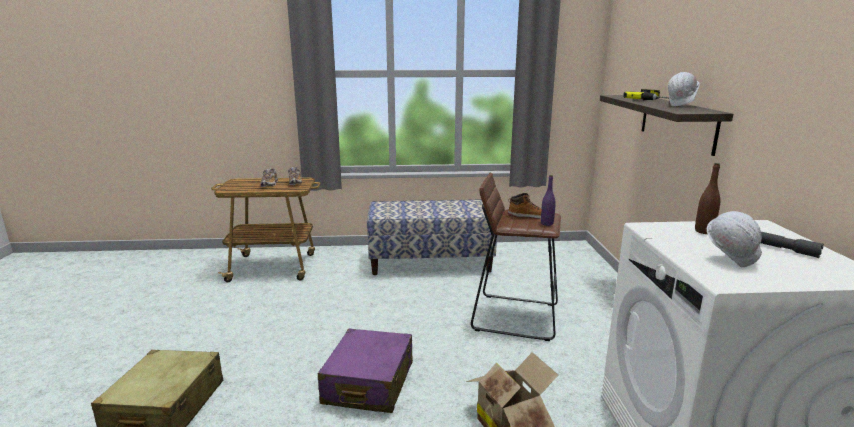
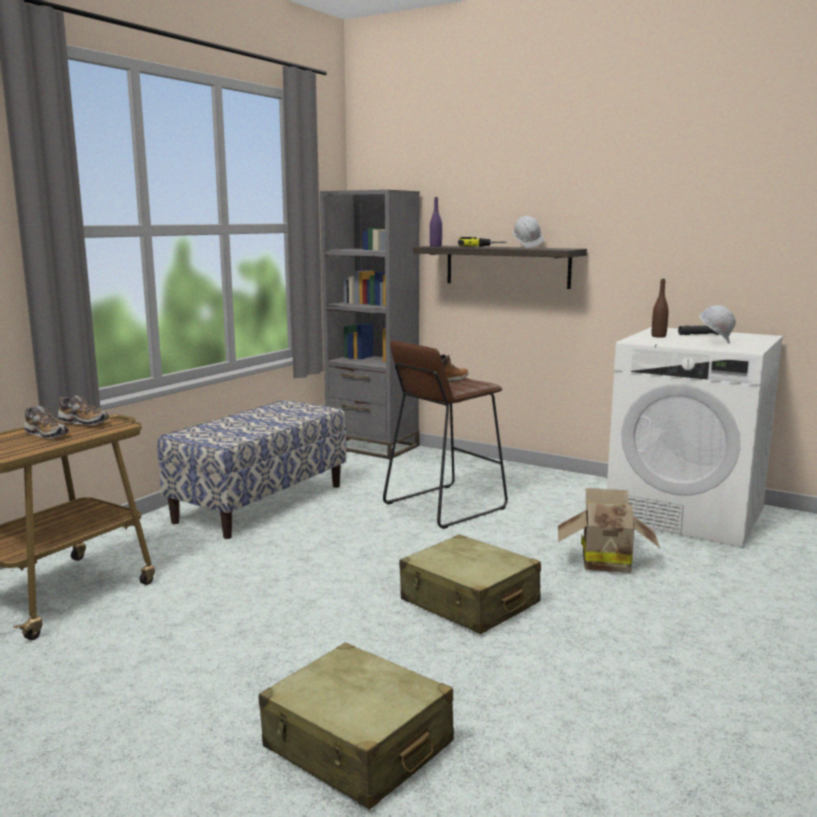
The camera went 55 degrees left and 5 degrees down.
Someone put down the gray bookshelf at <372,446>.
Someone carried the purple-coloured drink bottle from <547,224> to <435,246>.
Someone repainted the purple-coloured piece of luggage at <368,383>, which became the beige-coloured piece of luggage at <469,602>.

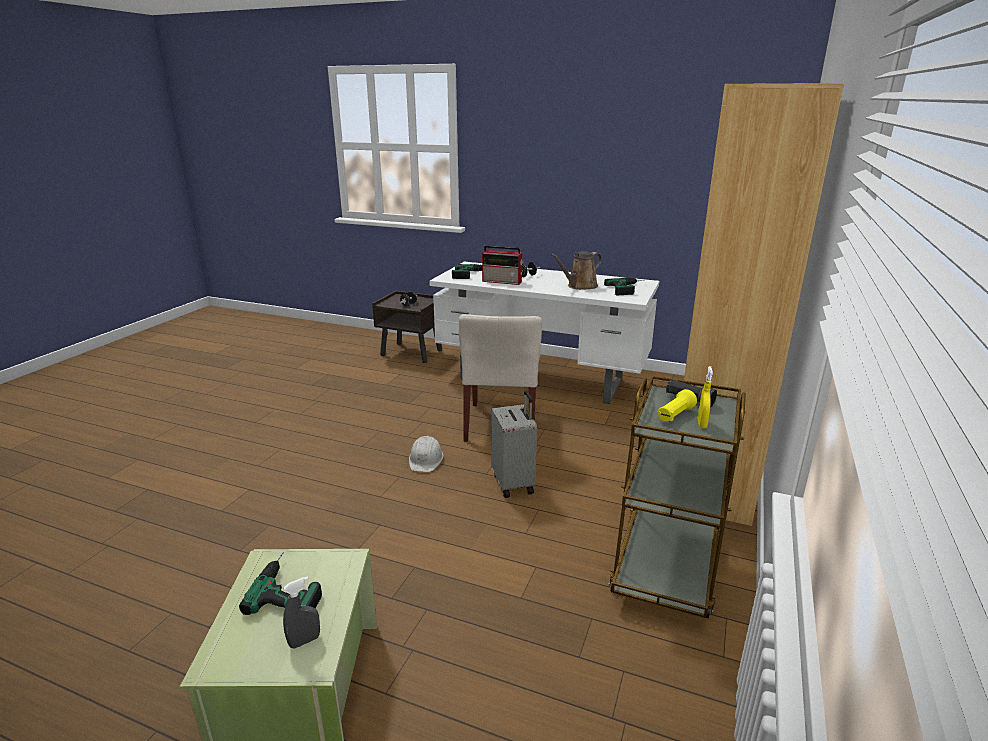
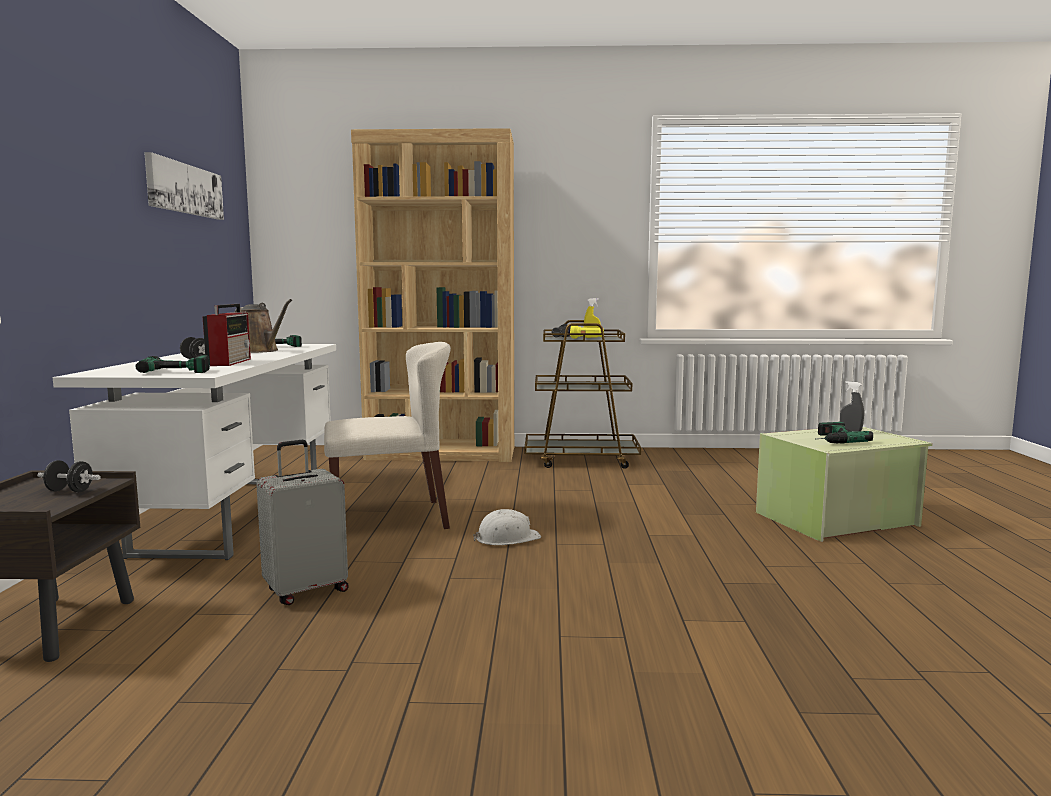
The camera went 110 degrees left and 15 degrees down.
Someone put up the wall art at <184,189>.
Someone carried the gray piece of luggage from <514,483> to <306,590>.

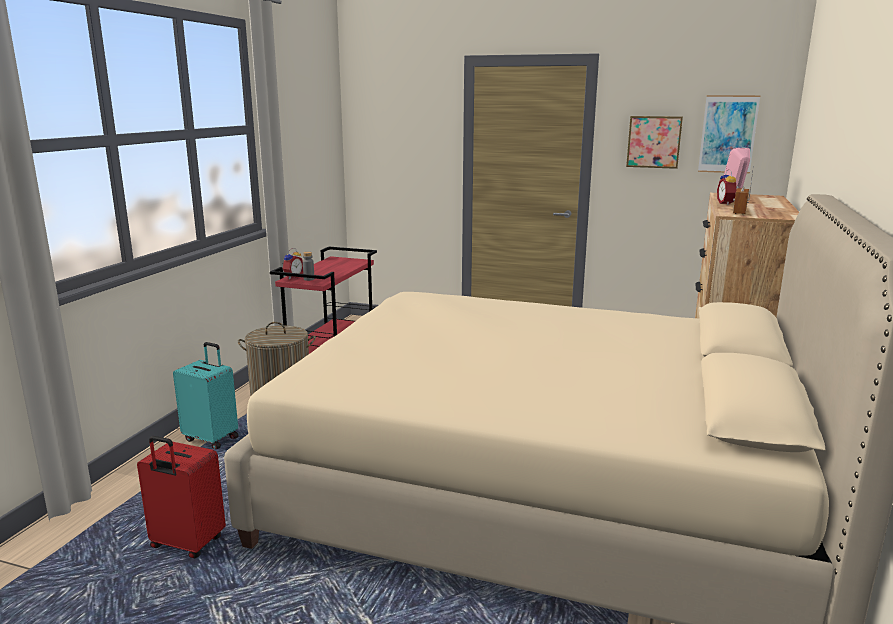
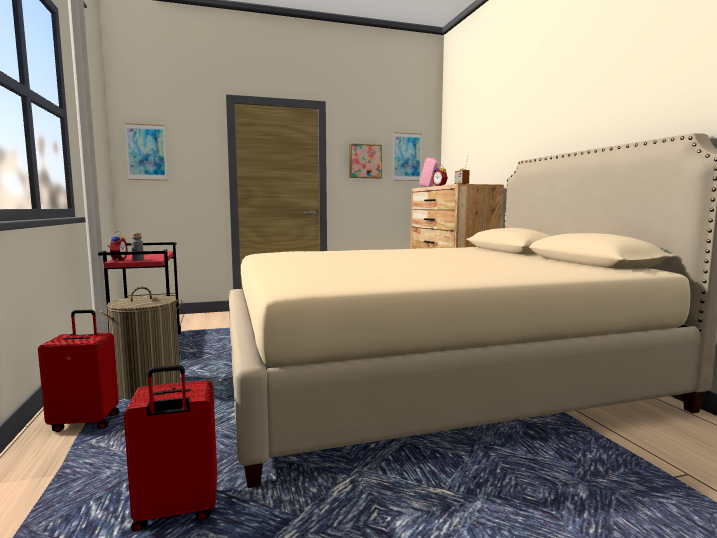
The camera went 35 degrees left and 10 degrees down.
Someone put up the wall art at <146,152>.
Someone repainted the blue-green piece of luggage at <212,438>, which became the red-coloured piece of luggage at <86,422>.

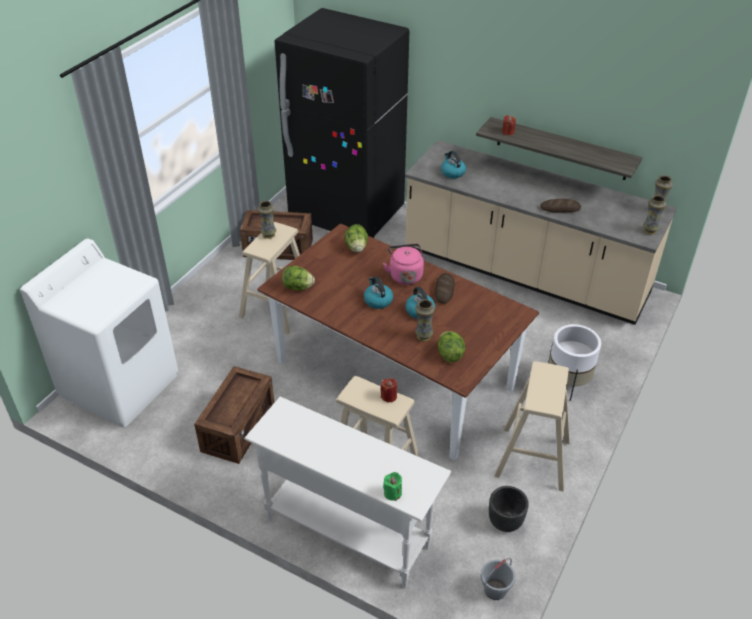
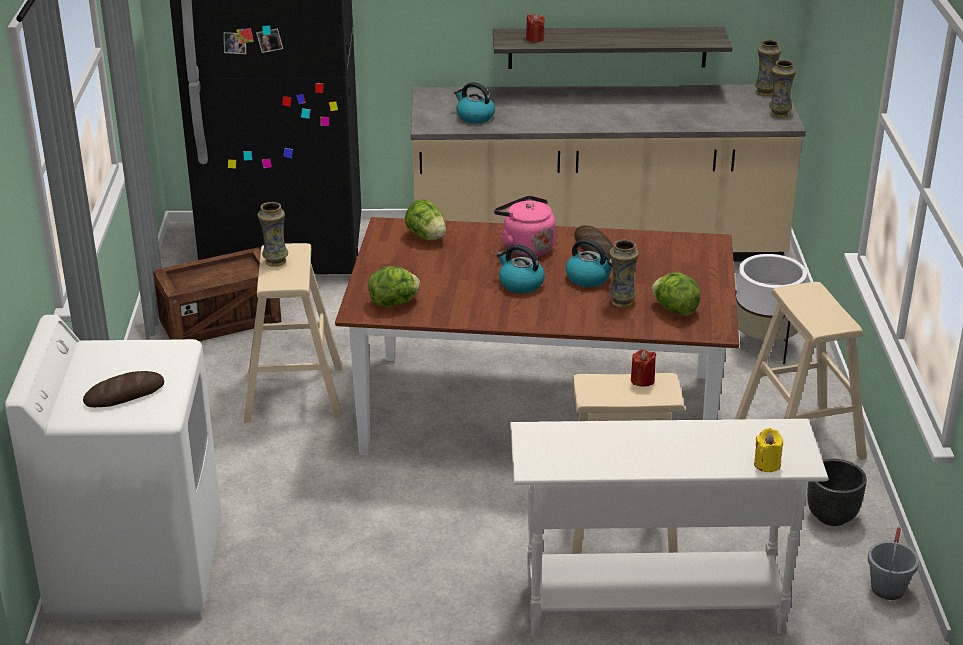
The camera went 30 degrees left and 10 degrees down.
Someone took away the shipping crate at <238,428>.
Someone carried the bread from <560,208> to <124,394>.
Someone repainted the green-coloured wax light at <392,493>, which became the yellow wax light at <767,464>.

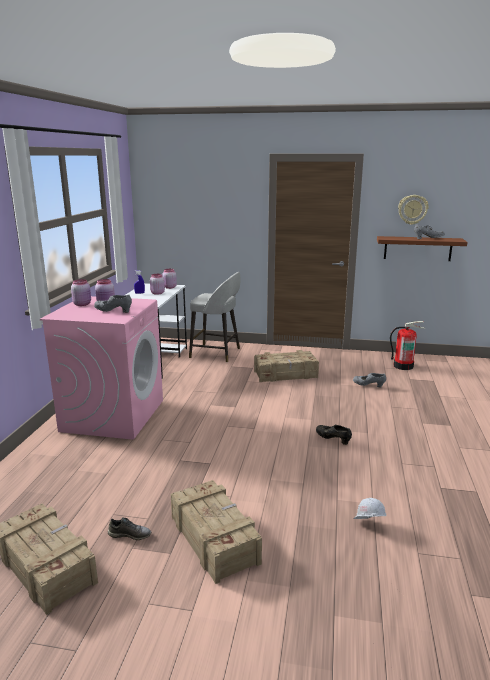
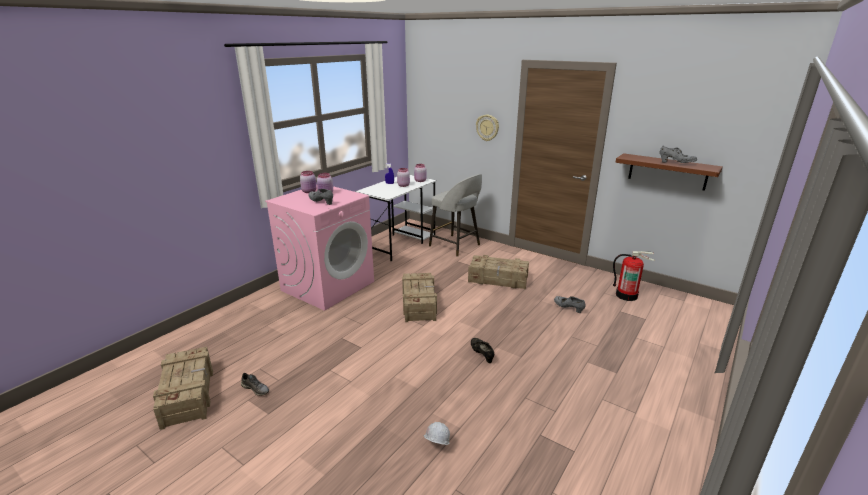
The camera went 25 degrees right and 5 degrees up.
Someone carried the shipping crate from <214,539> to <419,303>.
Someone carried the clock on the wall from <412,209> to <487,127>.

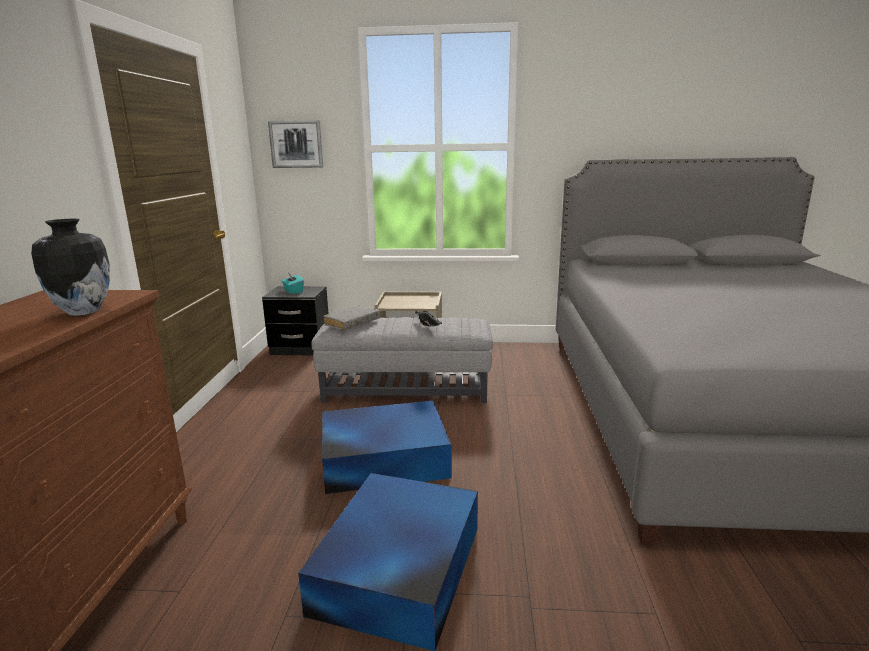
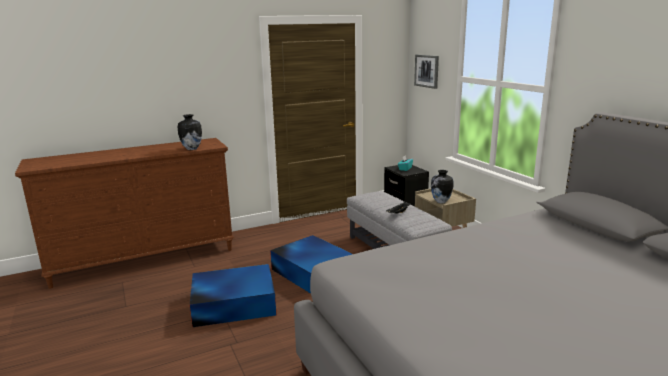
The camera went 60 degrees right and 0 degrees up.
Someone took away the gray book at <352,323>.
Someone put down the decorative vase at <441,202>.

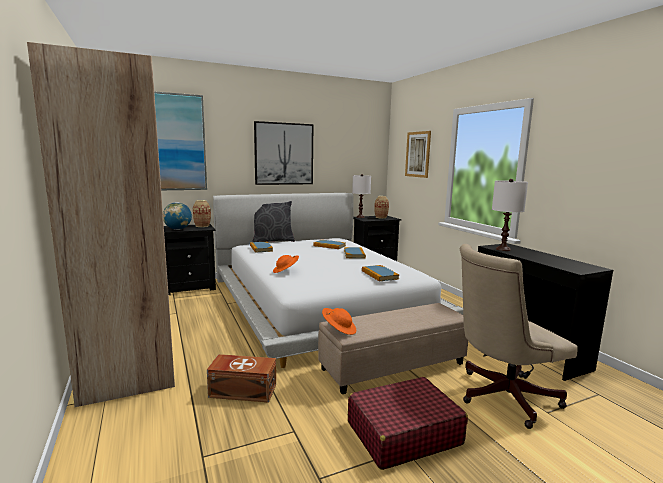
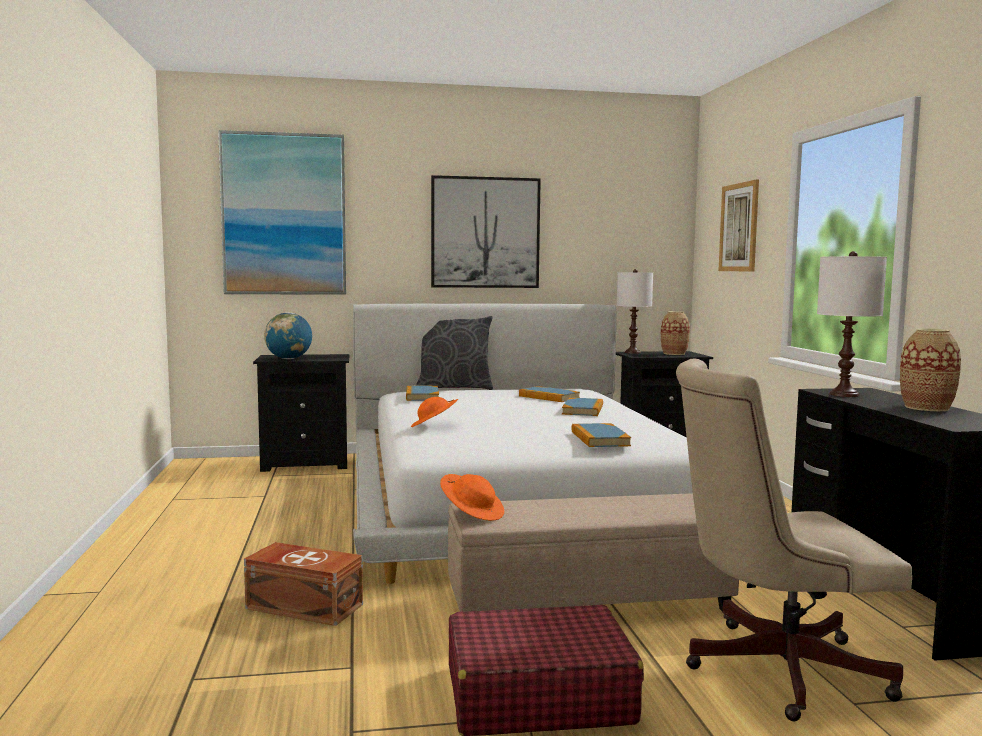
The camera went 15 degrees right and 5 degrees down.
Someone took away the beige-coloured clothes cupboard at <132,337>.
Someone carried the decorative vase from <202,226> to <927,407>.

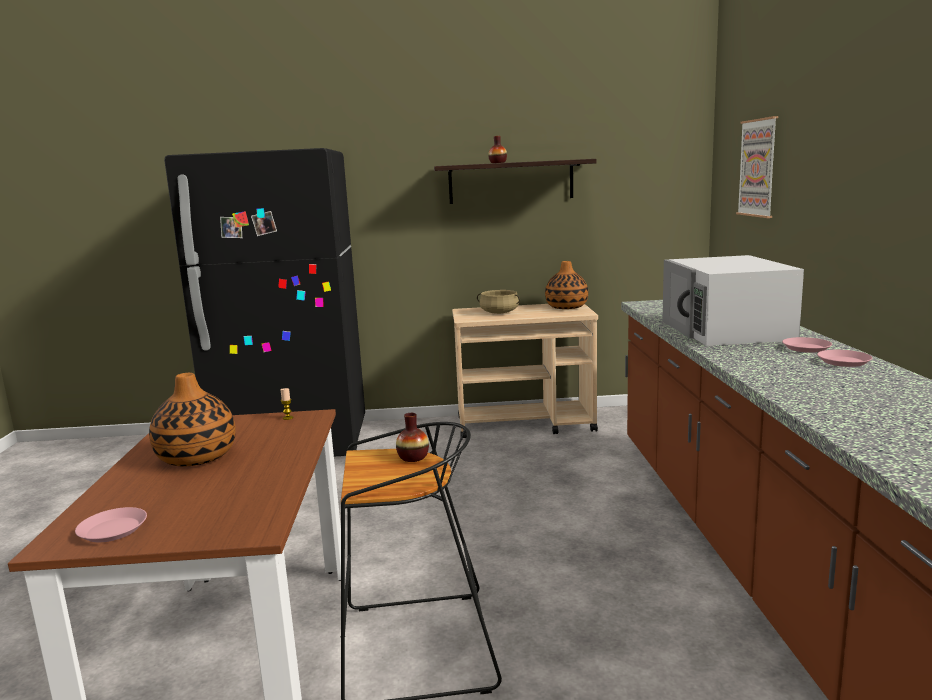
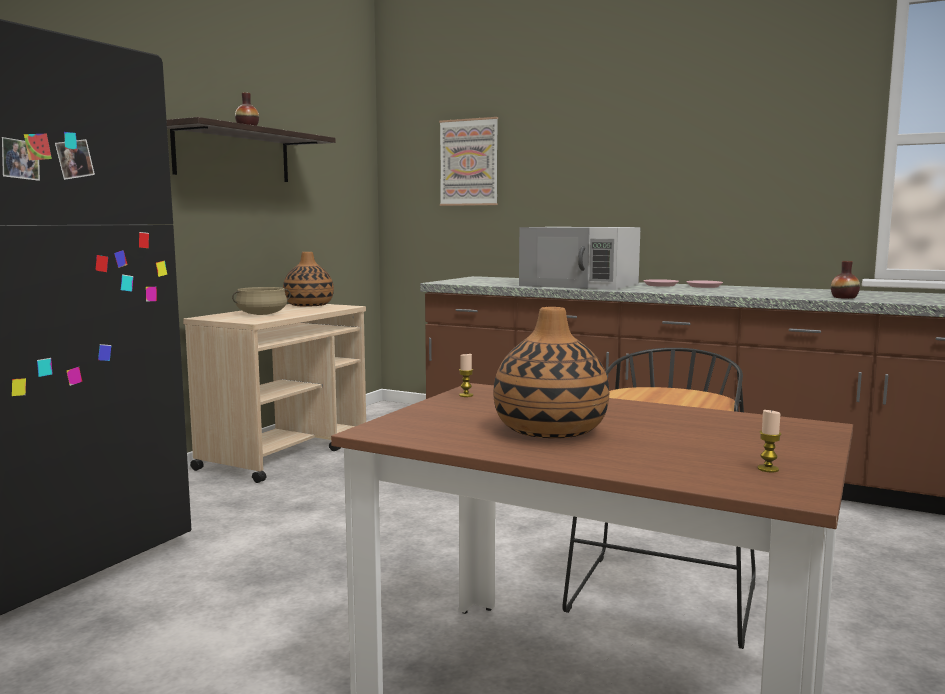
The camera went 60 degrees left and 5 degrees down.
Someone carried the decorative vase from <413,457> to <844,297>.
Someone swapped the pinkish plate at <112,530> for the wax light at <768,469>.

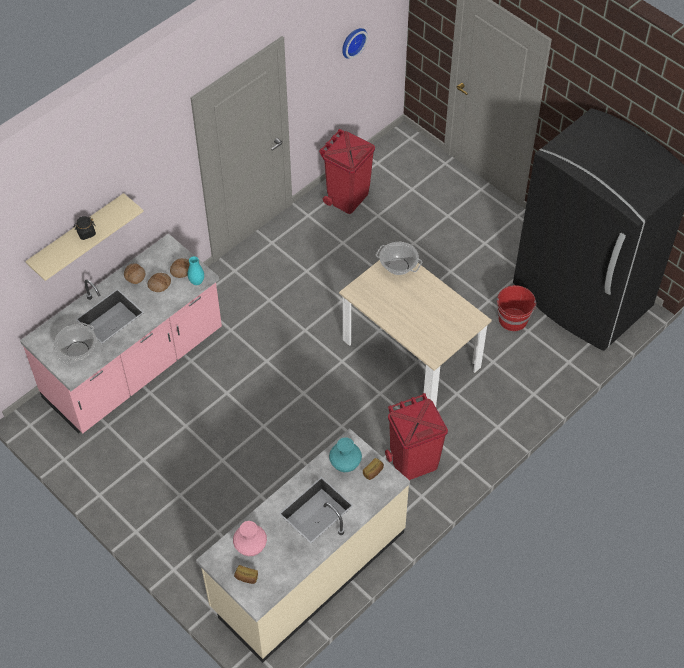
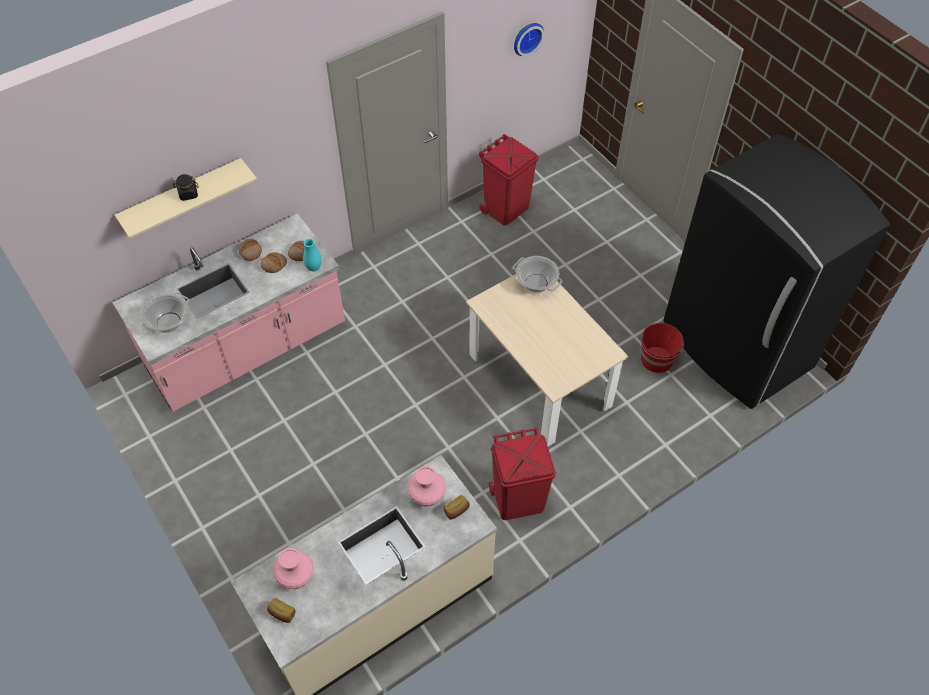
The camera went 10 degrees right and 0 degrees up.
Someone repainted the blue-green decorative vase at <345,464>, which became the pinkish decorative vase at <426,496>.

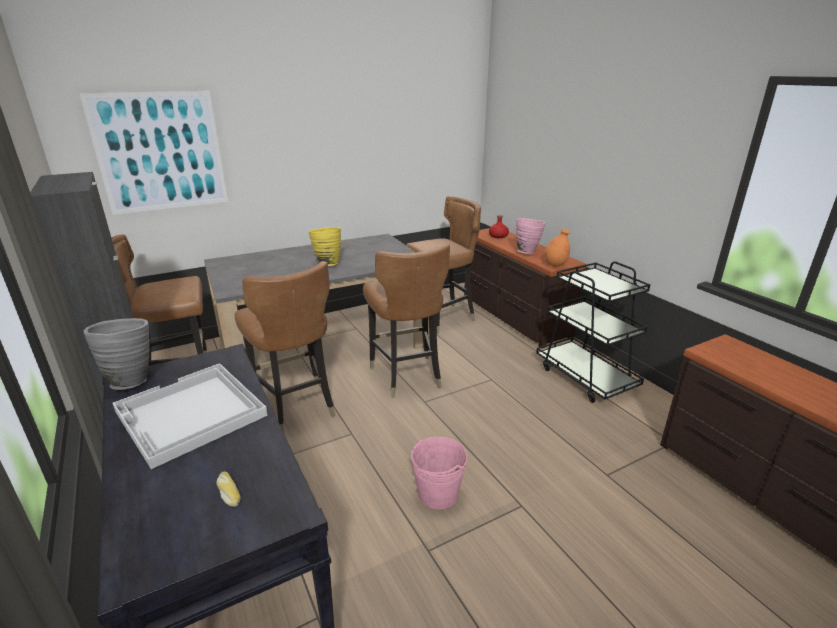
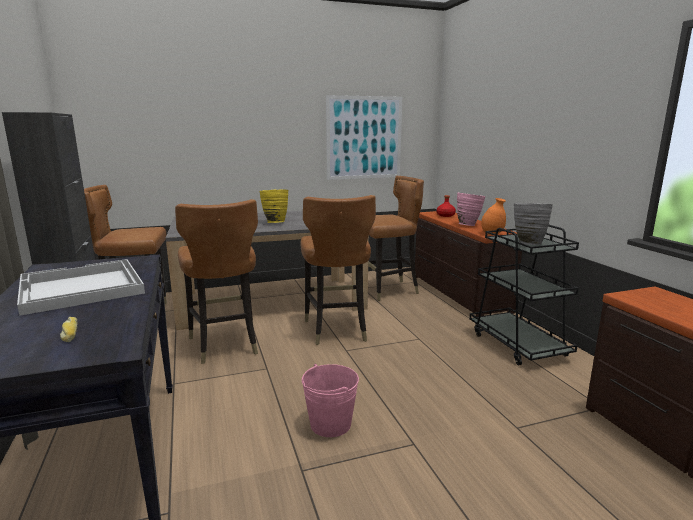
The camera went 10 degrees right and 10 degrees down.
Someone carried the wall art from <161,152> to <364,138>.
Someone carried the gray decorative vase from <132,380> to <527,244>.

